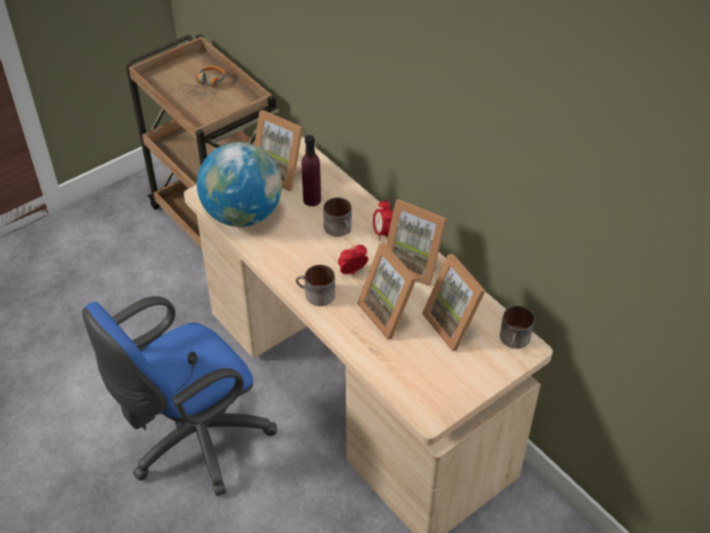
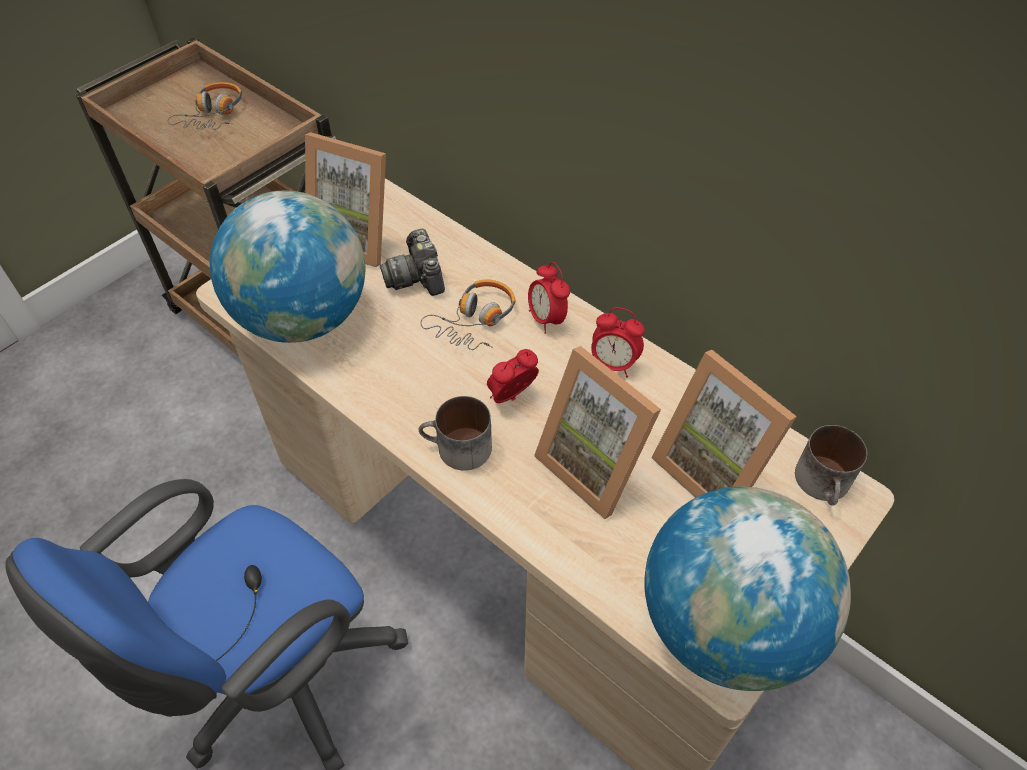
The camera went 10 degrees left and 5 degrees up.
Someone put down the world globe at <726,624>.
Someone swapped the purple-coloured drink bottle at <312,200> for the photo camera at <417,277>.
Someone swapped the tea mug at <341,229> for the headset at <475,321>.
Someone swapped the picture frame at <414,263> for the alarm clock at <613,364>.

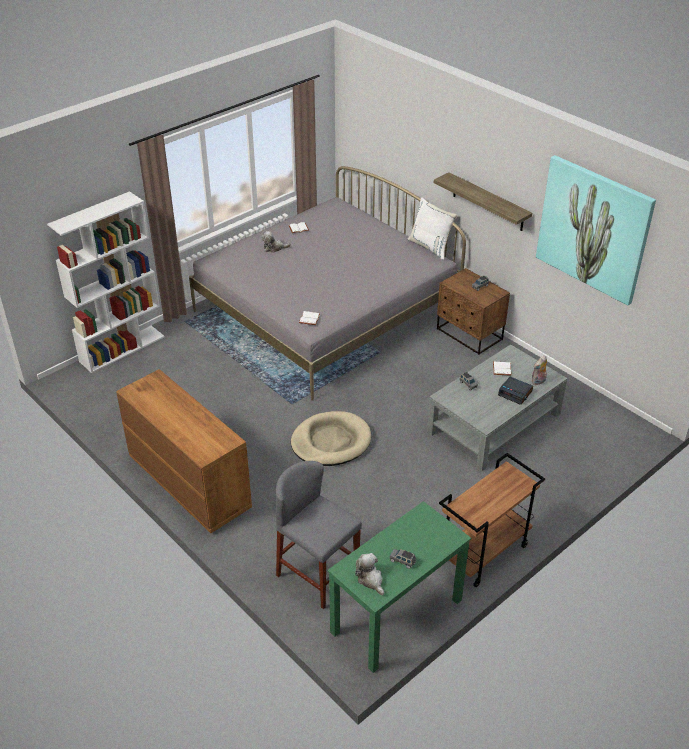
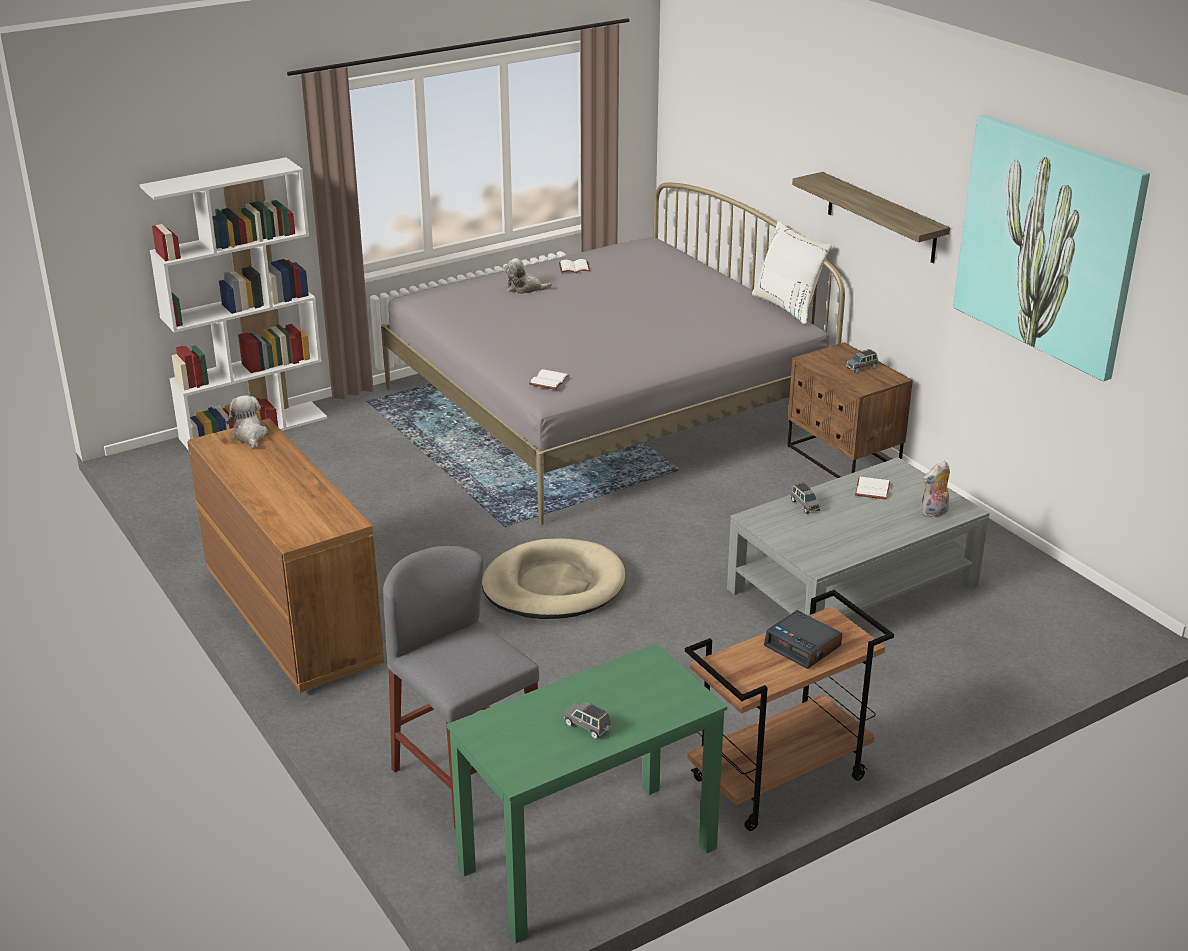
The camera went 10 degrees right and 10 degrees down.
Someone carried the plush toy from <370,579> to <249,436>.
Someone carried the alarm clock from <515,393> to <803,646>.

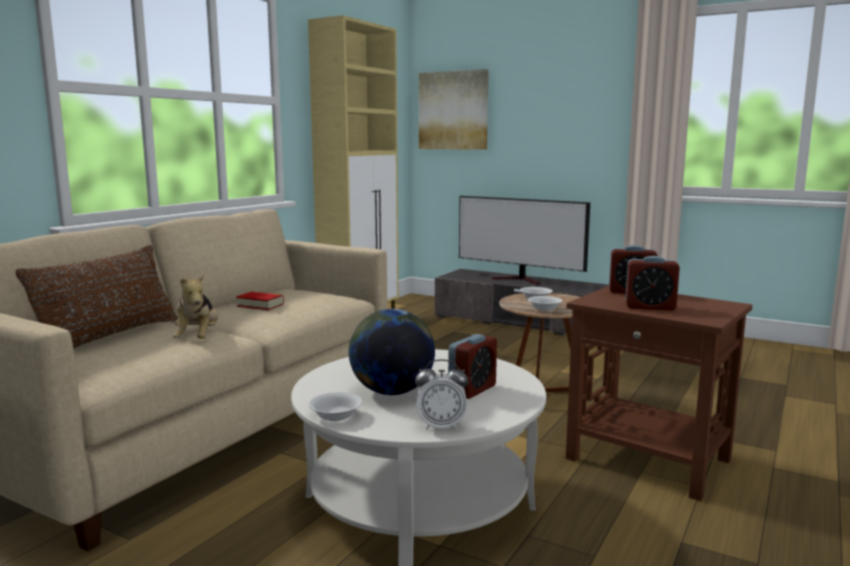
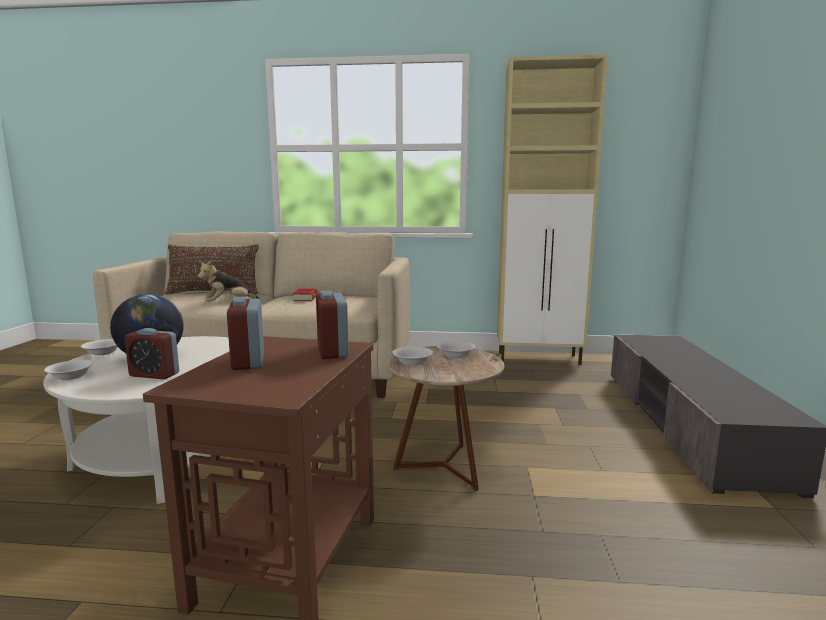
The camera went 65 degrees right and 0 degrees up.
Someone took away the wall art at <453,110>.
Someone took away the TV at <520,280>.
Someone swapped the alarm clock at <441,426> for the whitish deep dish at <71,377>.

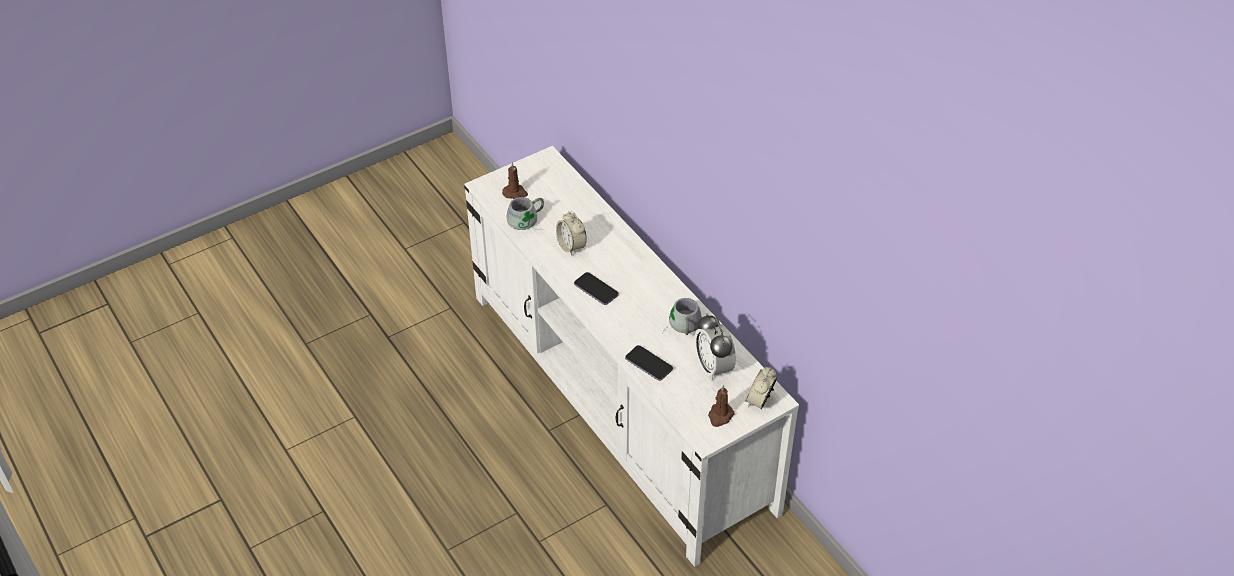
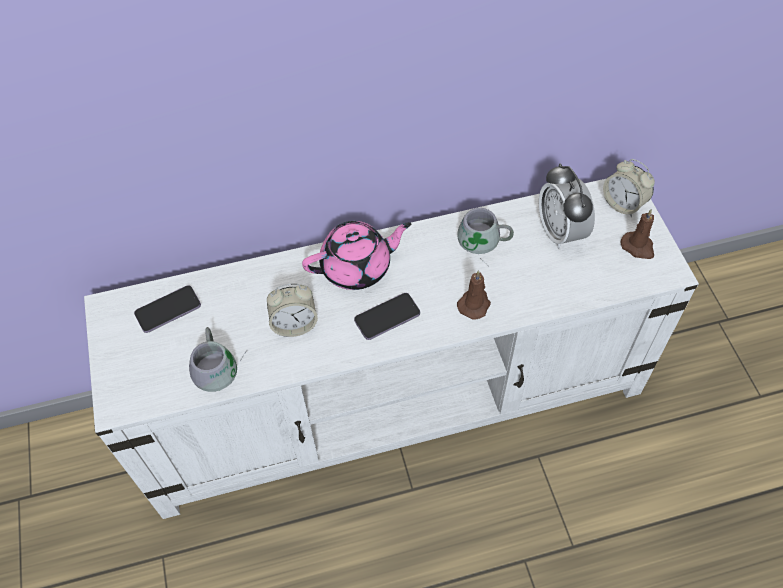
The camera went 70 degrees left and 10 degrees up.
Someone put down the pinkish teapot at <357,267>.
Someone carried the brown-coloured wax light from <515,193> to <474,304>.
Someone carried the phone from <649,364> to <168,310>.
Someone rotated the alarm clock at <713,367> by 75 degrees clockwise.

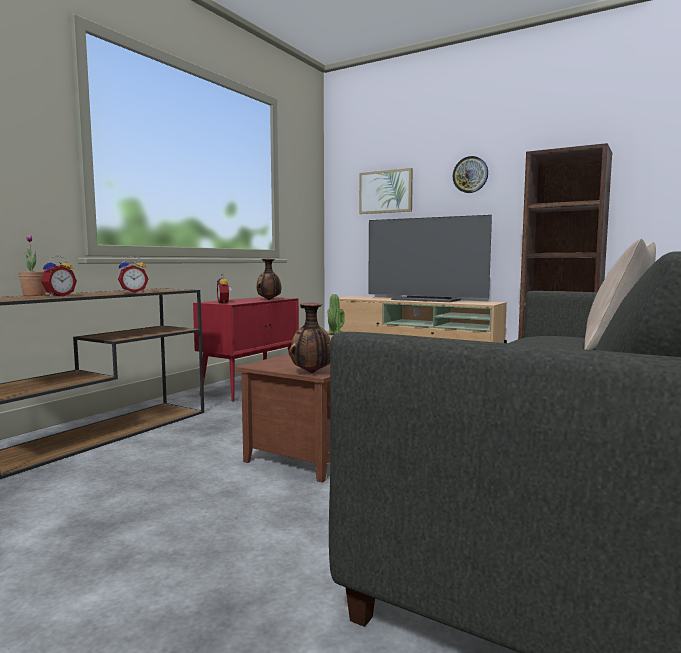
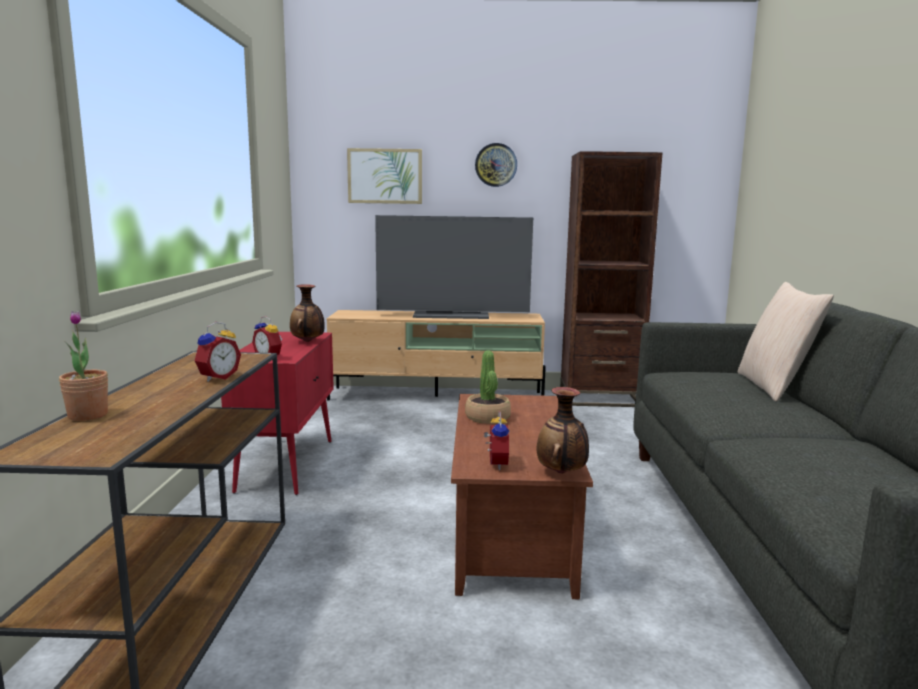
The camera went 30 degrees left and 5 degrees up.
Someone carried the alarm clock from <58,296> to <495,464>.

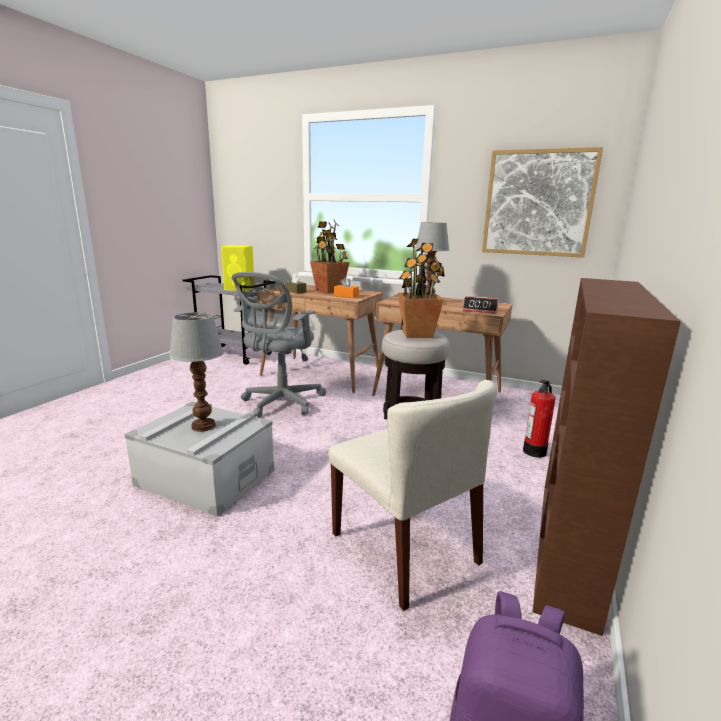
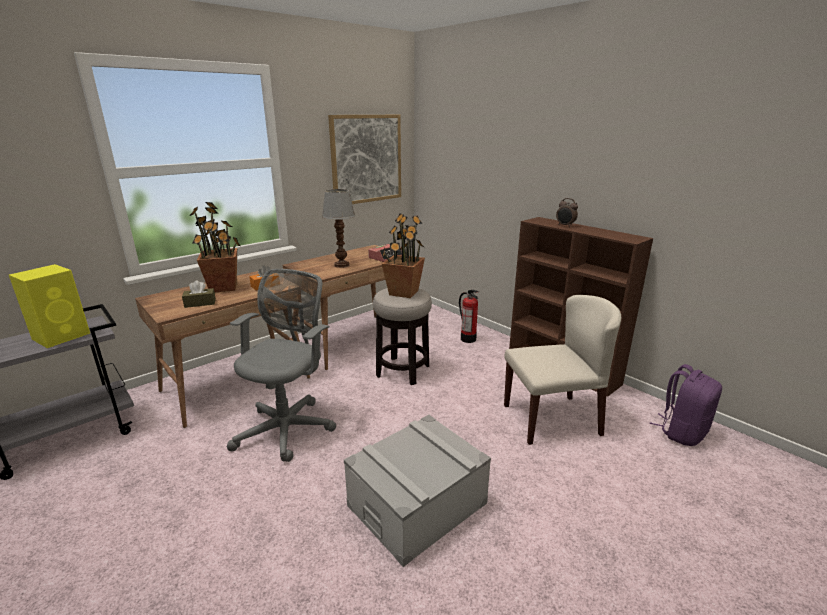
The camera went 65 degrees left and 5 degrees up.
Someone took away the table lamp at <203,426>.
Someone put down the alarm clock at <565,225>.
Someone rotated the gray computer chair at <280,403> by 120 degrees counterclockwise.

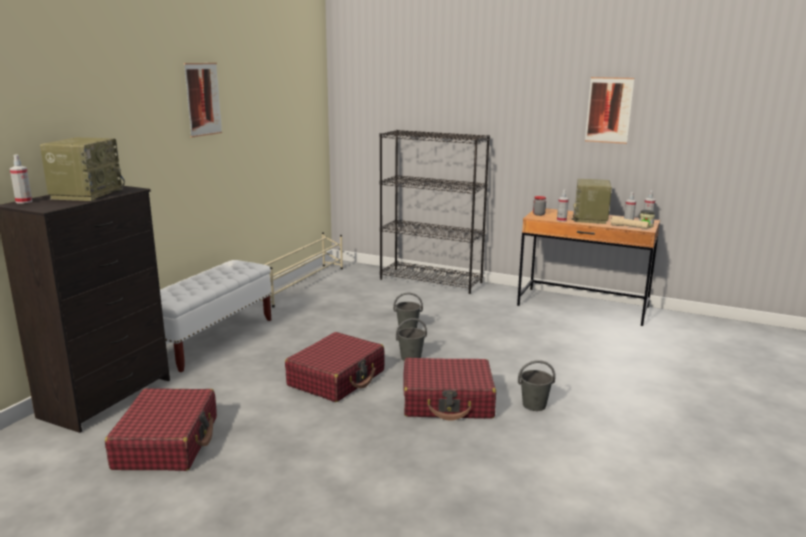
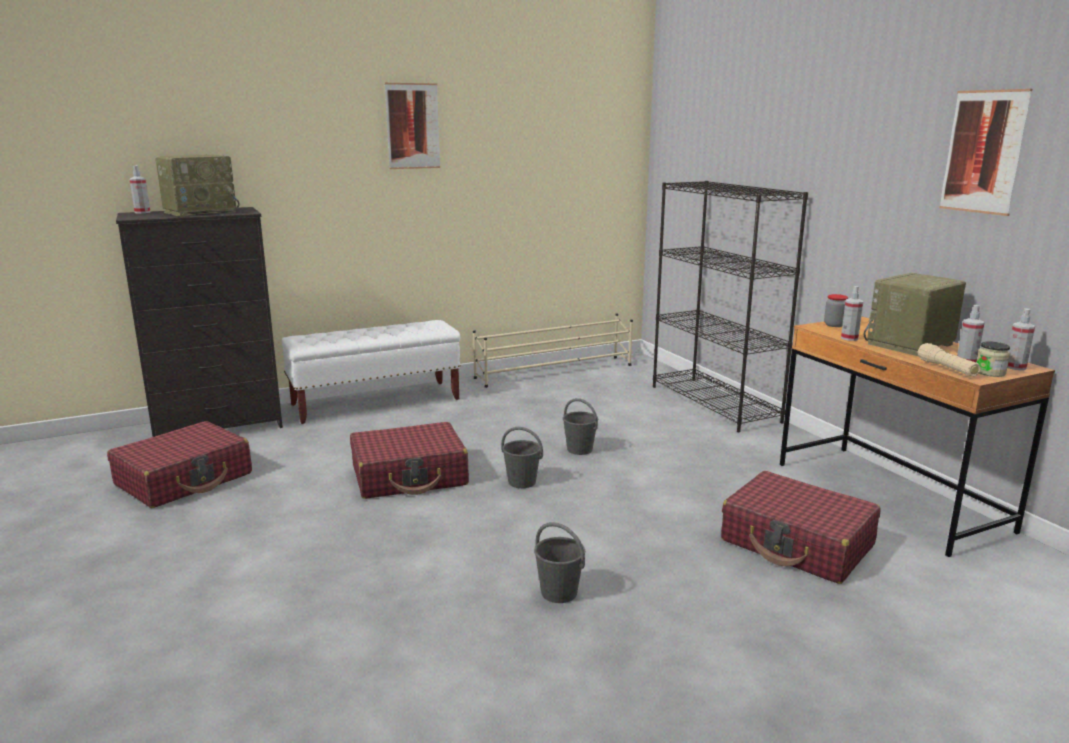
The camera went 40 degrees right and 0 degrees up.
Someone carried the red-coloured piece of luggage from <448,401> to <797,543>.

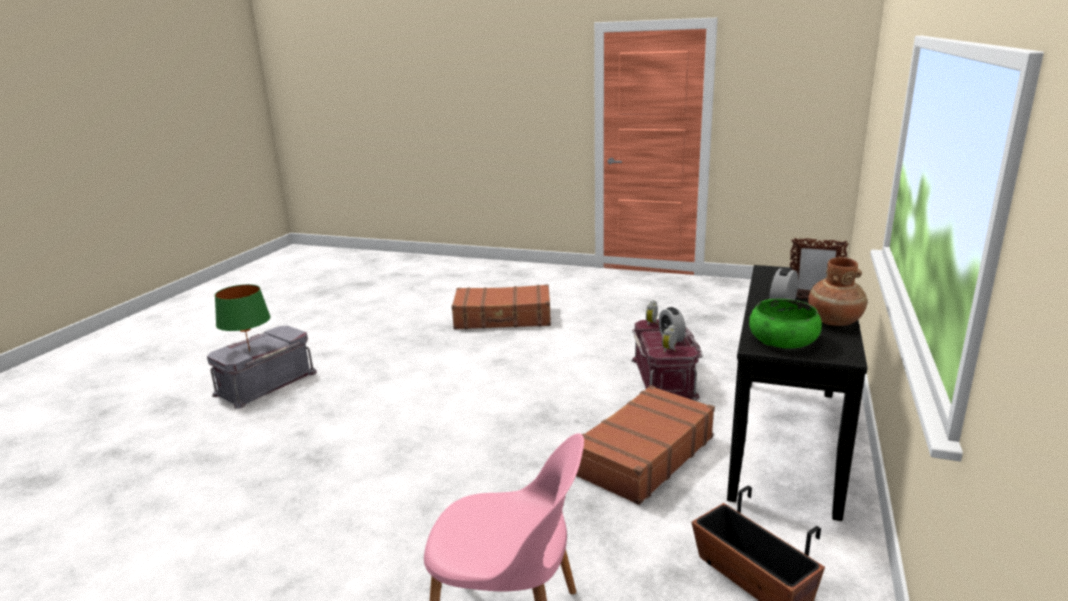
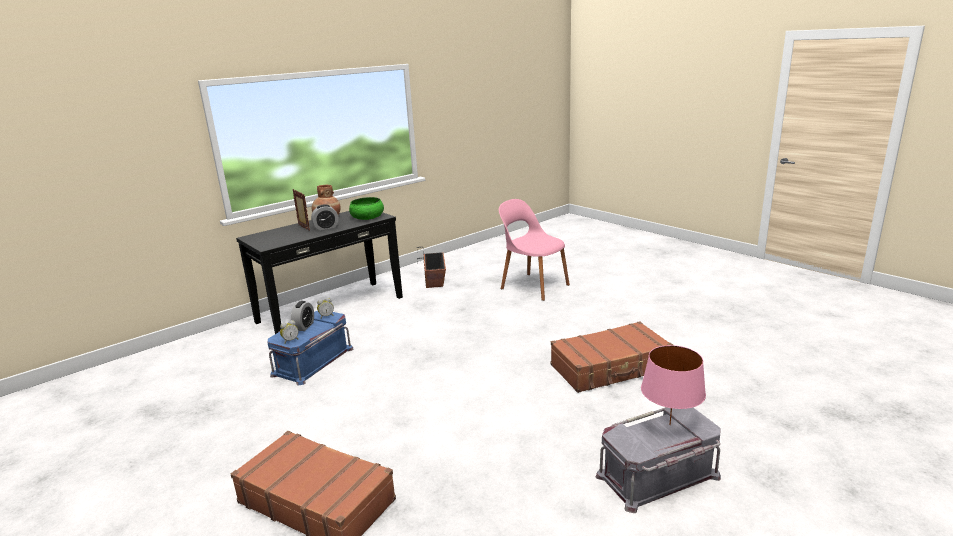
The camera went 150 degrees left and 0 degrees up.
Someone carried the brown-coloured piece of luggage from <643,455> to <611,368>.
Someone repainted the green-coloured table lamp at <249,351>, which became the pinkish table lamp at <669,425>.
Someone repainted the red-coloured storage bin at <665,378>, which became the blue storage bin at <312,361>.

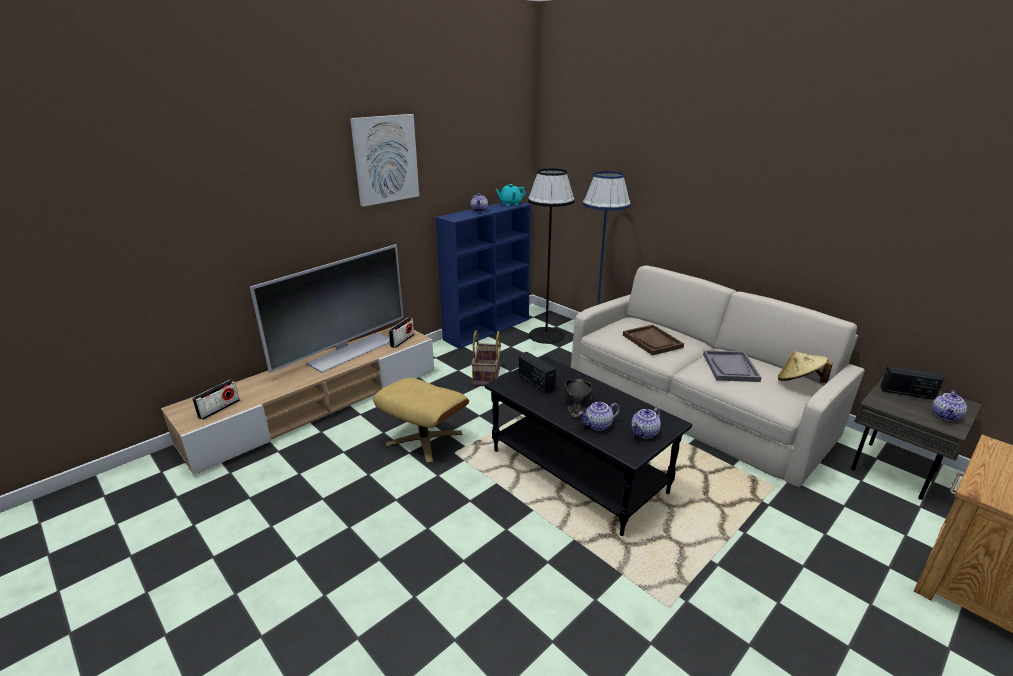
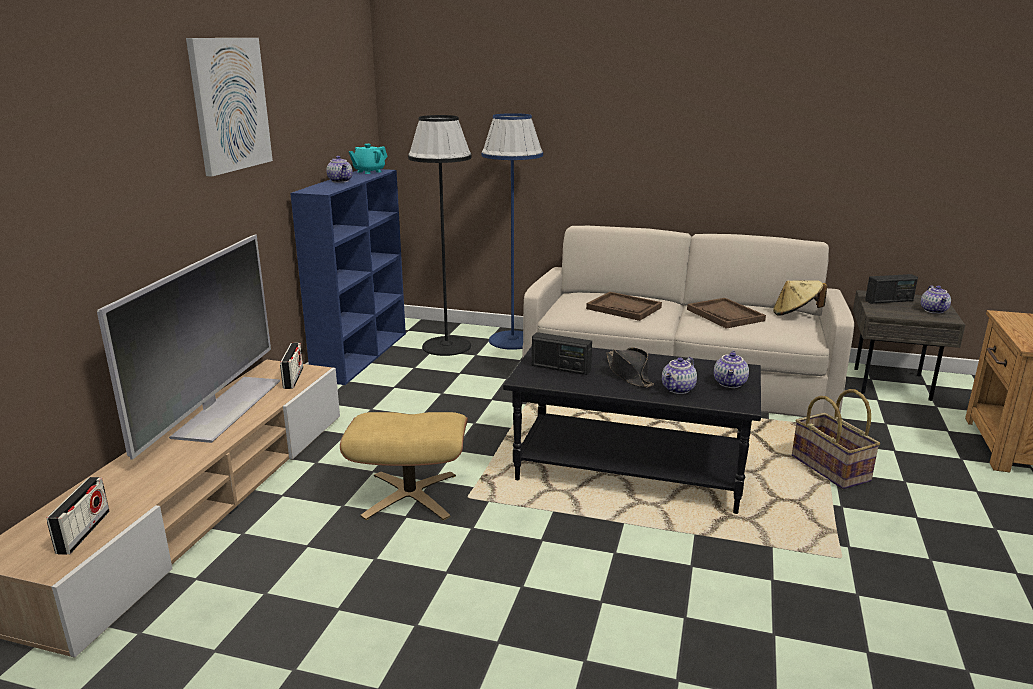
The camera went 30 degrees left and 5 degrees down.
Someone carried the basket from <487,375> to <831,468>.
Someone repainted the gray serving tray at <730,367>, which became the brown-coloured serving tray at <725,315>.

